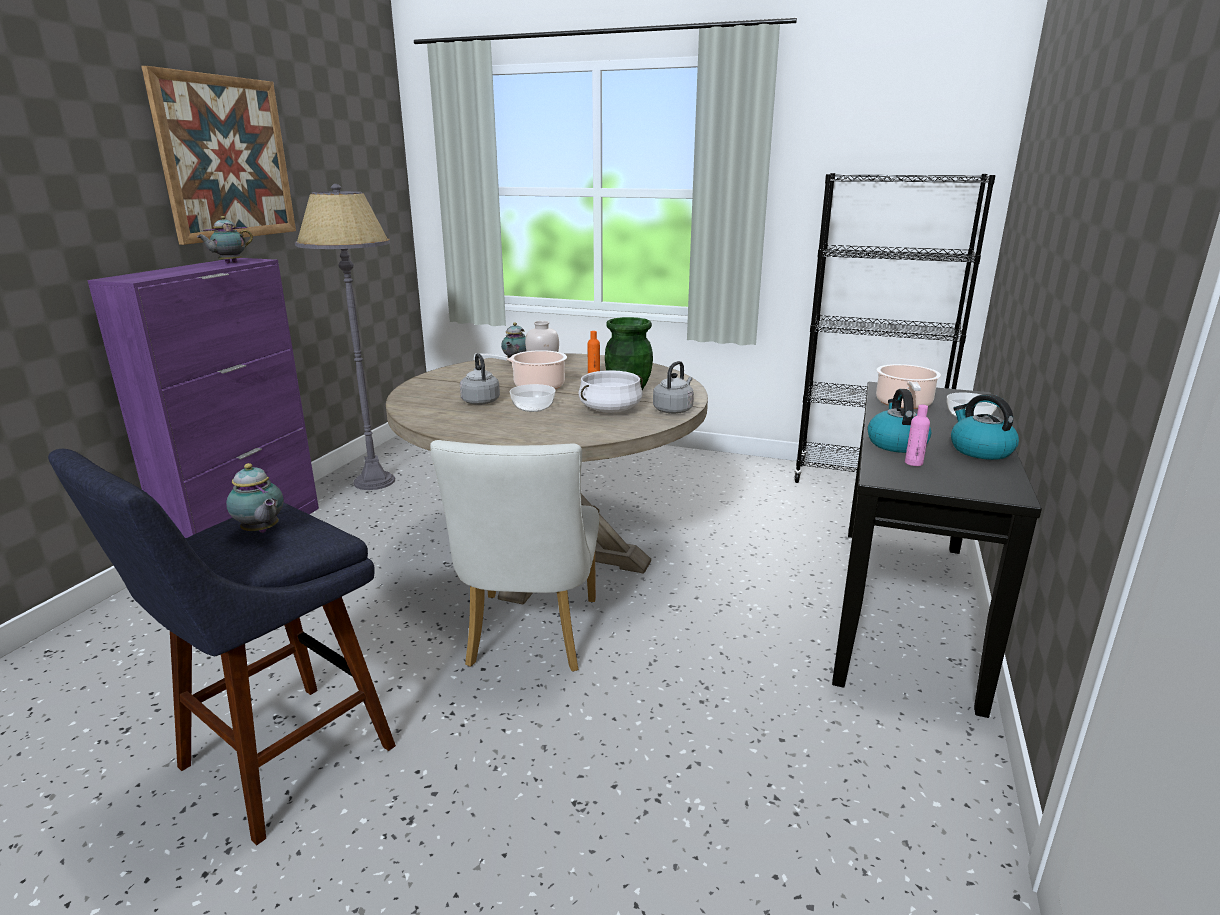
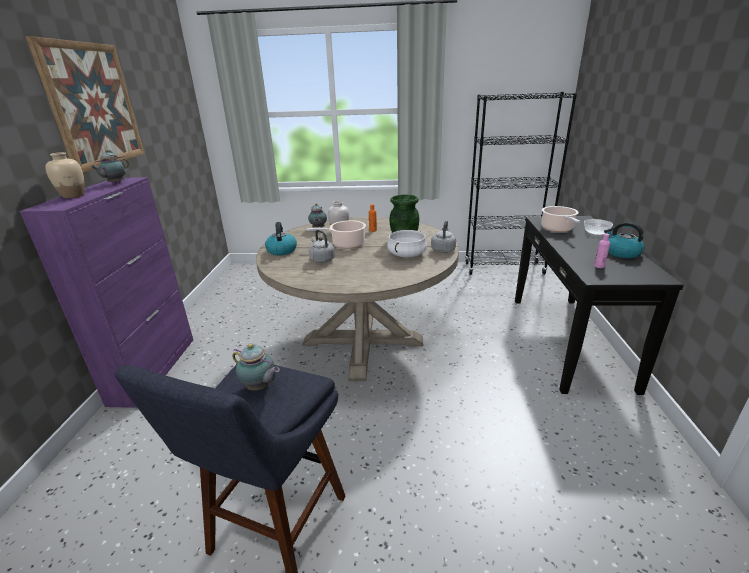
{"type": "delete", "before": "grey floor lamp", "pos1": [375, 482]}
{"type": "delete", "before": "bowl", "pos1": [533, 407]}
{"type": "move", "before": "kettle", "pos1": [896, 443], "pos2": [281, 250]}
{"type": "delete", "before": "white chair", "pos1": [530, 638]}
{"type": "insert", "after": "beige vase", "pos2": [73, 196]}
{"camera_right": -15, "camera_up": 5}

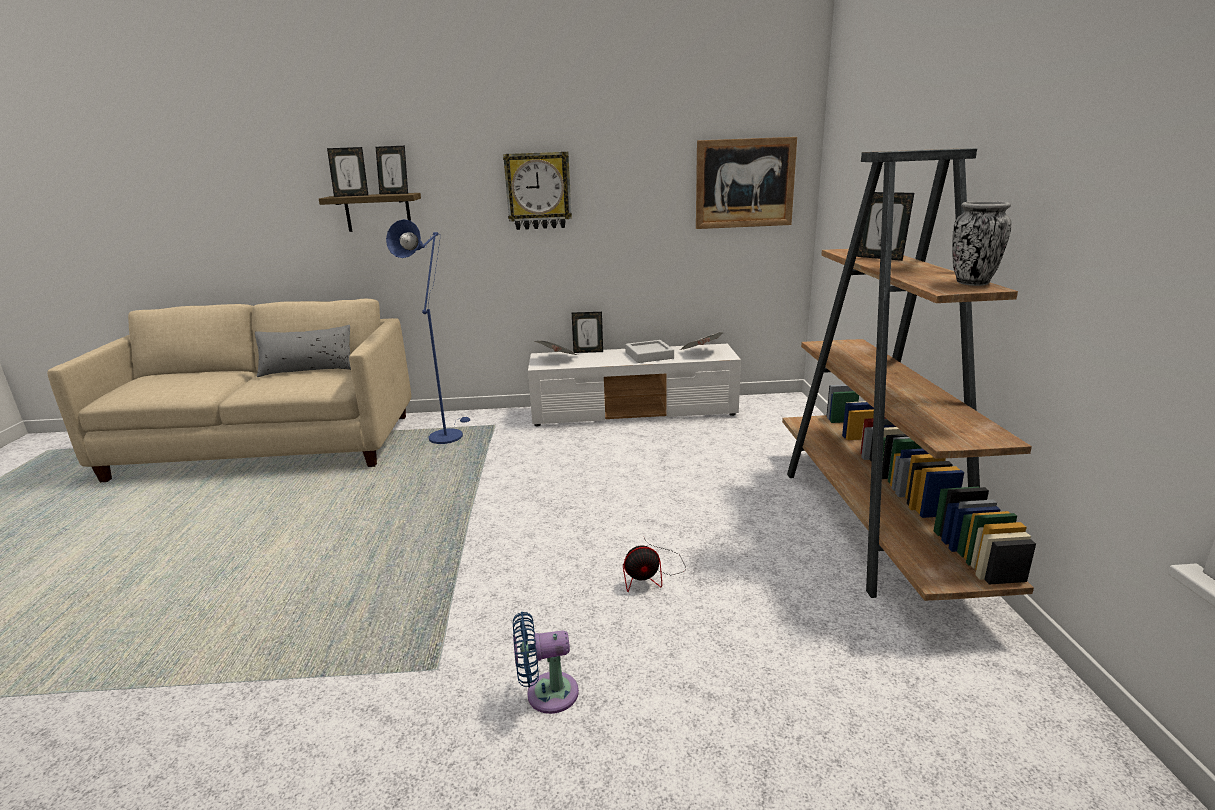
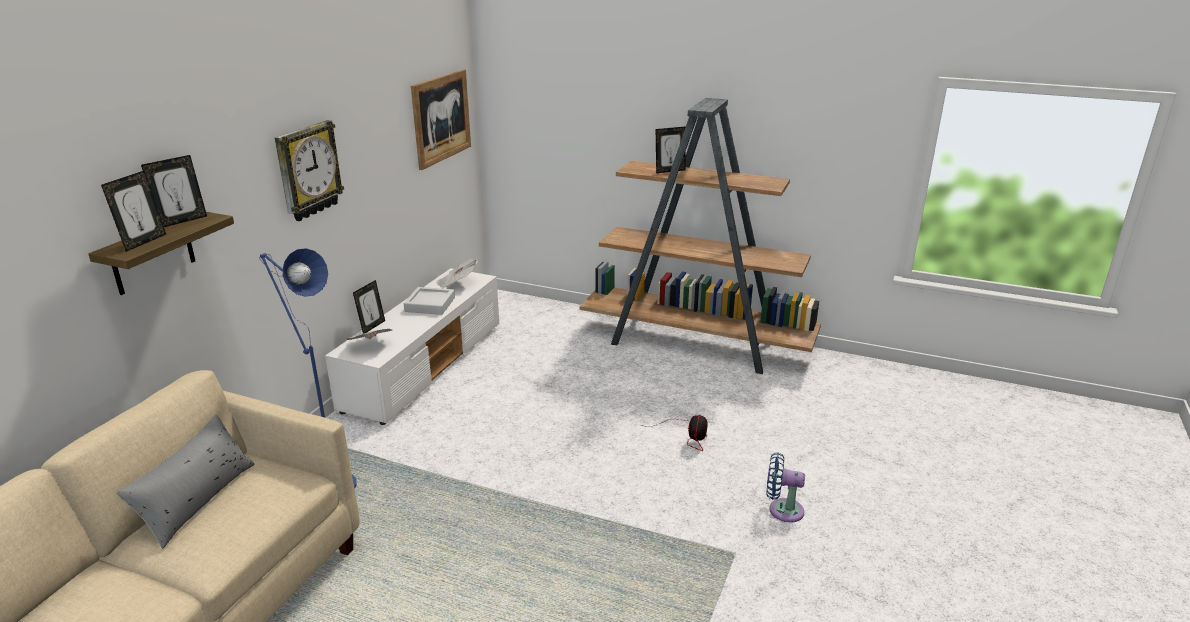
{"type": "delete", "before": "vase", "pos1": [971, 283]}
{"type": "rotate", "before": "blue fan", "pos1": [546, 694], "pos2": [782, 510], "turn": 90}
{"camera_right": -65, "camera_up": 5}

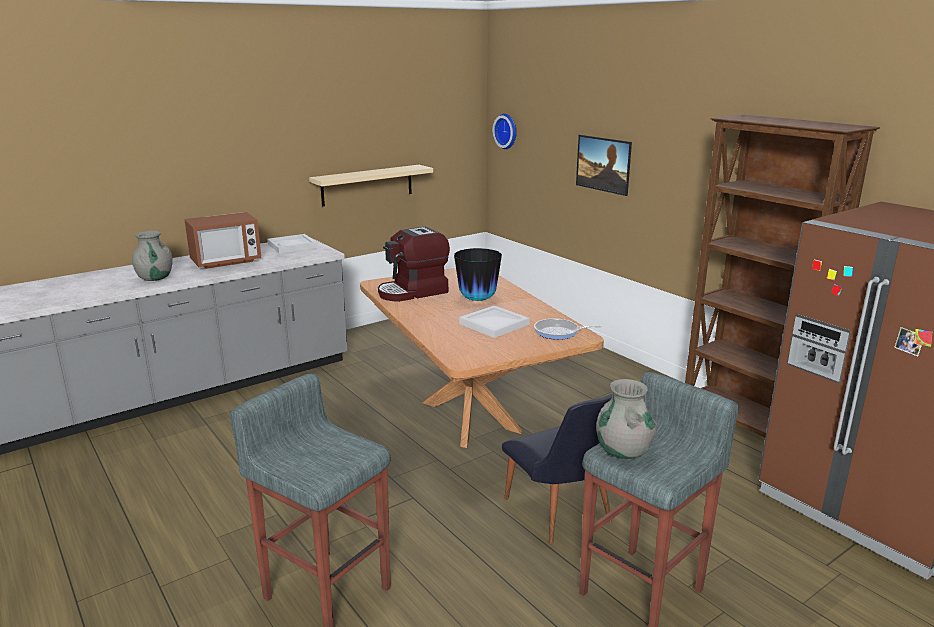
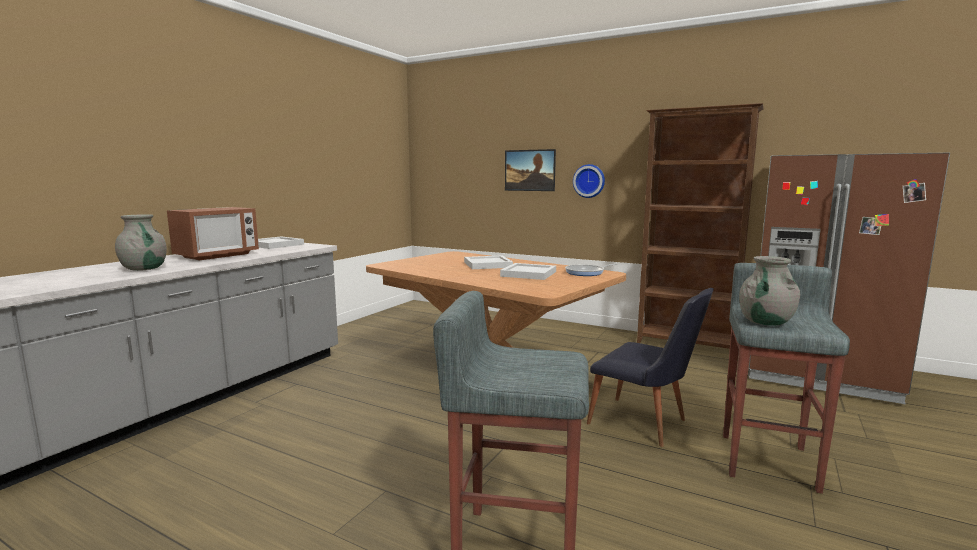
{"type": "move", "before": "wall clock", "pos1": [507, 131], "pos2": [589, 181]}
{"type": "delete", "before": "beige shelf", "pos1": [367, 185]}
{"type": "delete", "before": "coffee machine", "pos1": [413, 292]}
{"type": "replace", "before": "vase", "after": "white tray", "pos1": [477, 299], "pos2": [488, 265]}
{"camera_right": -25, "camera_up": -10}

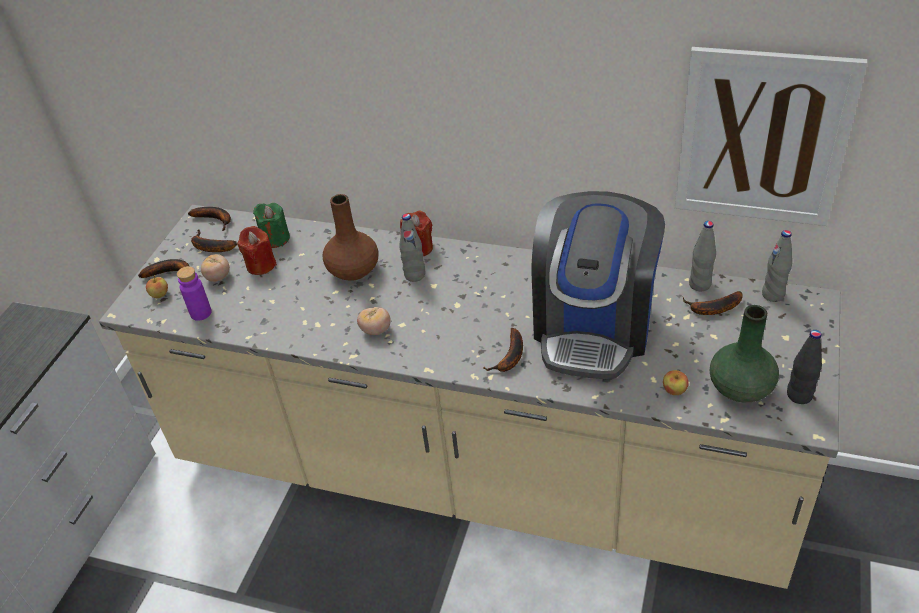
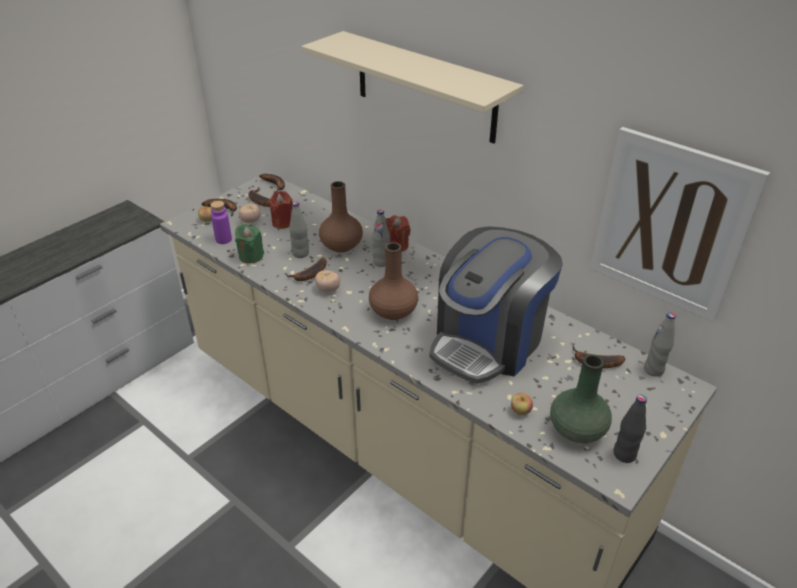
{"type": "move", "before": "green candle", "pos1": [275, 239], "pos2": [251, 256]}
{"type": "move", "before": "grey bottle", "pos1": [700, 284], "pos2": [300, 254]}
{"type": "move", "before": "banana", "pos1": [510, 357], "pos2": [309, 275]}
{"type": "insert", "after": "beige shelf", "pos2": [425, 87]}
{"type": "insert", "after": "brown vase", "pos2": [394, 311]}
{"camera_right": 20, "camera_up": -5}

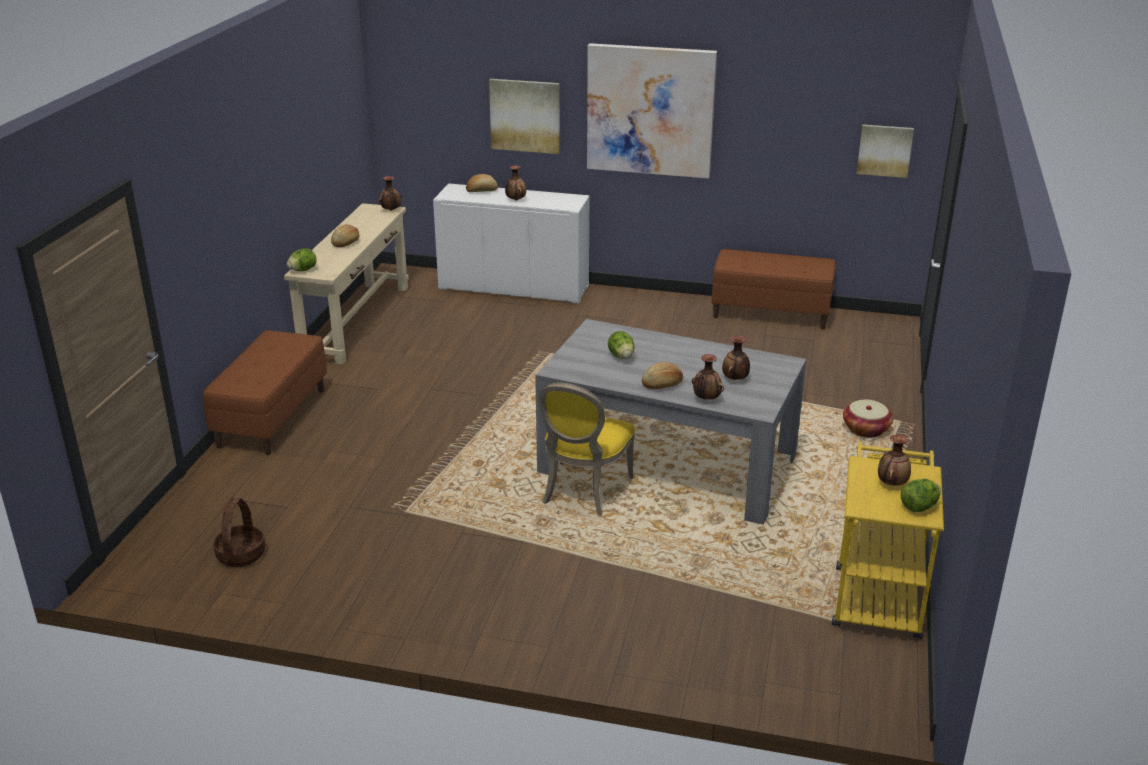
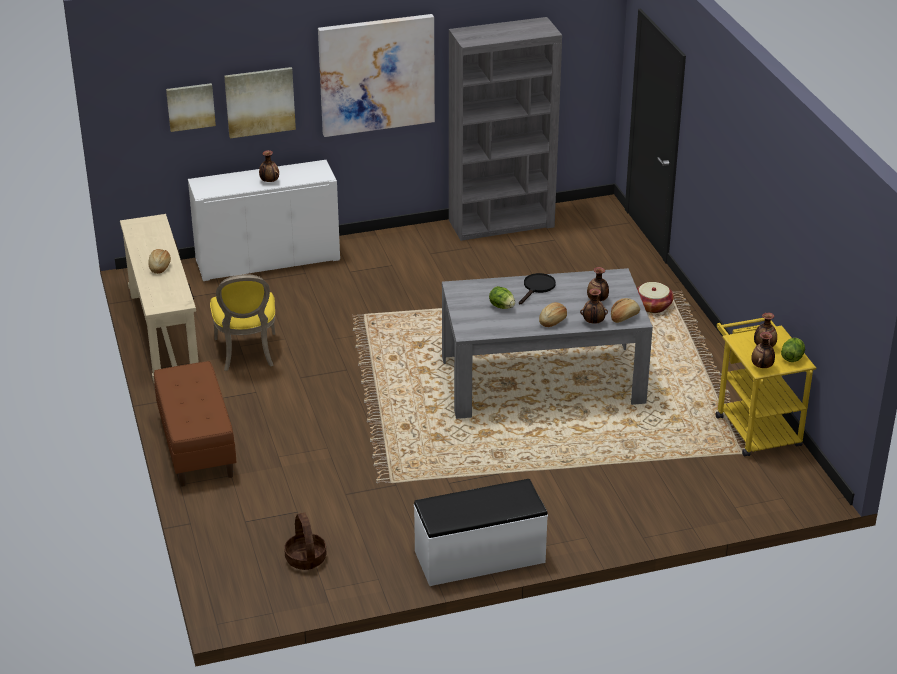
{"type": "move", "before": "picture", "pos1": [884, 150], "pos2": [190, 106]}
{"type": "move", "before": "bread", "pos1": [482, 191], "pos2": [624, 317]}
{"type": "move", "before": "vase", "pos1": [391, 210], "pos2": [762, 367]}
{"type": "delete", "before": "lettuce", "pos1": [303, 270]}
{"type": "replace", "before": "brown bench", "after": "grey bookcase", "pos1": [771, 313], "pos2": [501, 223]}
{"type": "move", "before": "yellow chair", "pos1": [583, 491], "pos2": [247, 353]}
{"type": "insert", "after": "black frying pan", "pos2": [537, 287]}
{"type": "insert", "after": "white bench", "pos2": [480, 557]}
{"camera_right": -30, "camera_up": 5}

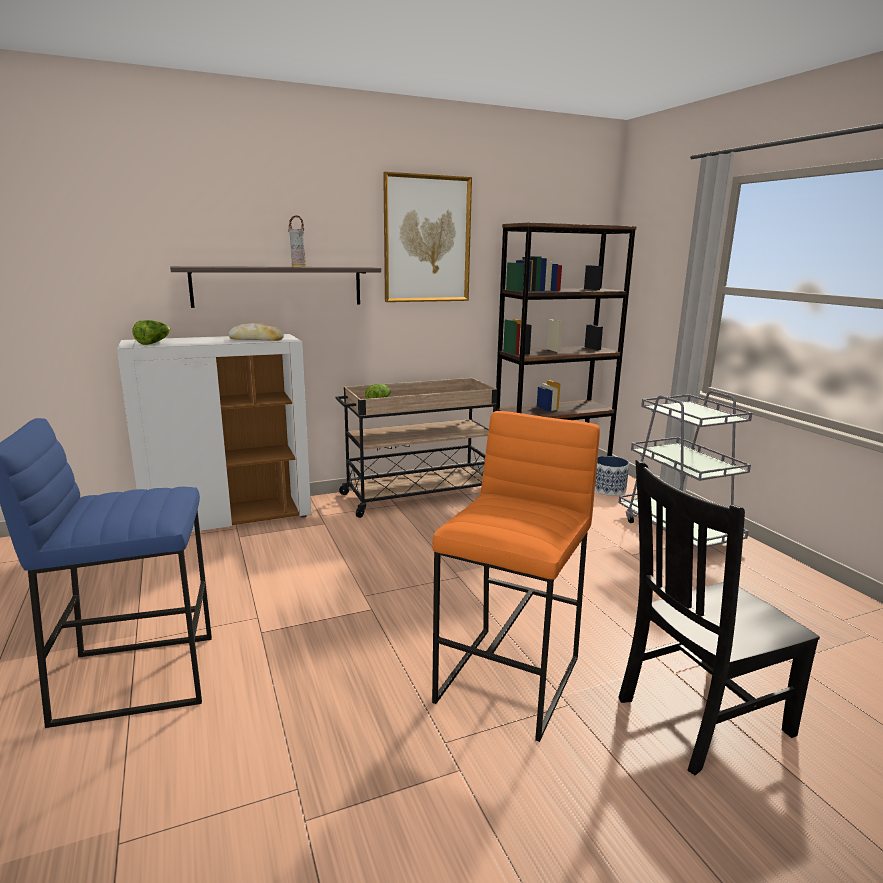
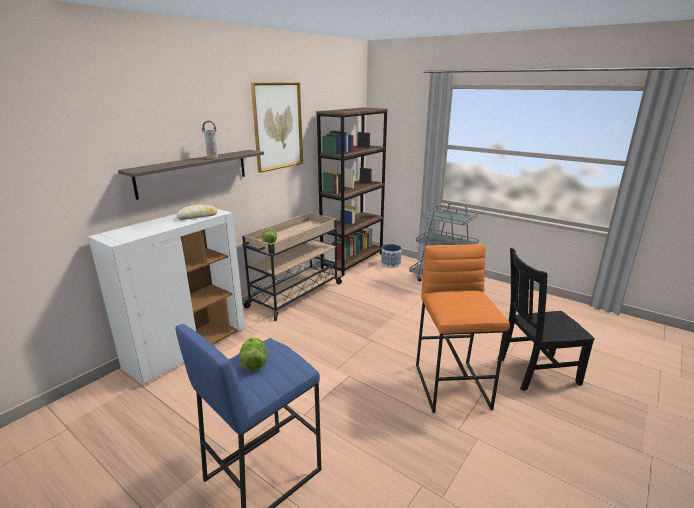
{"type": "move", "before": "lettuce", "pos1": [153, 343], "pos2": [253, 362]}
{"type": "rotate", "before": "black chair", "pos1": [699, 717], "pos2": [535, 371], "turn": 45}
{"camera_right": -30, "camera_up": 5}

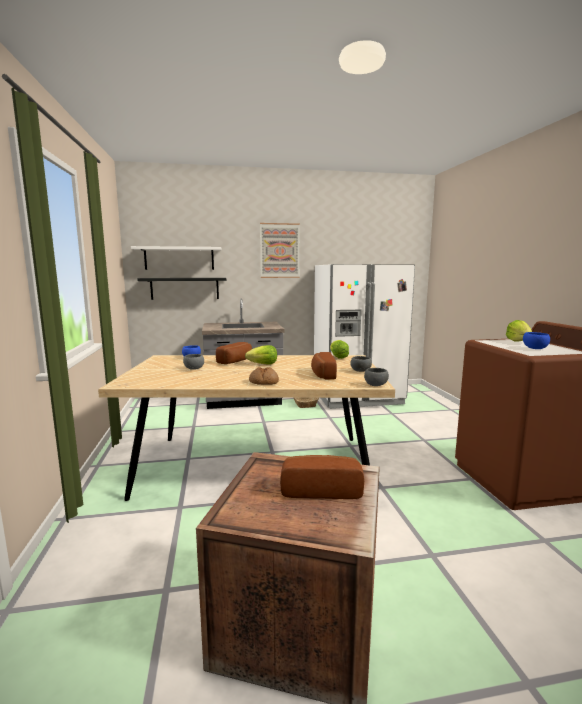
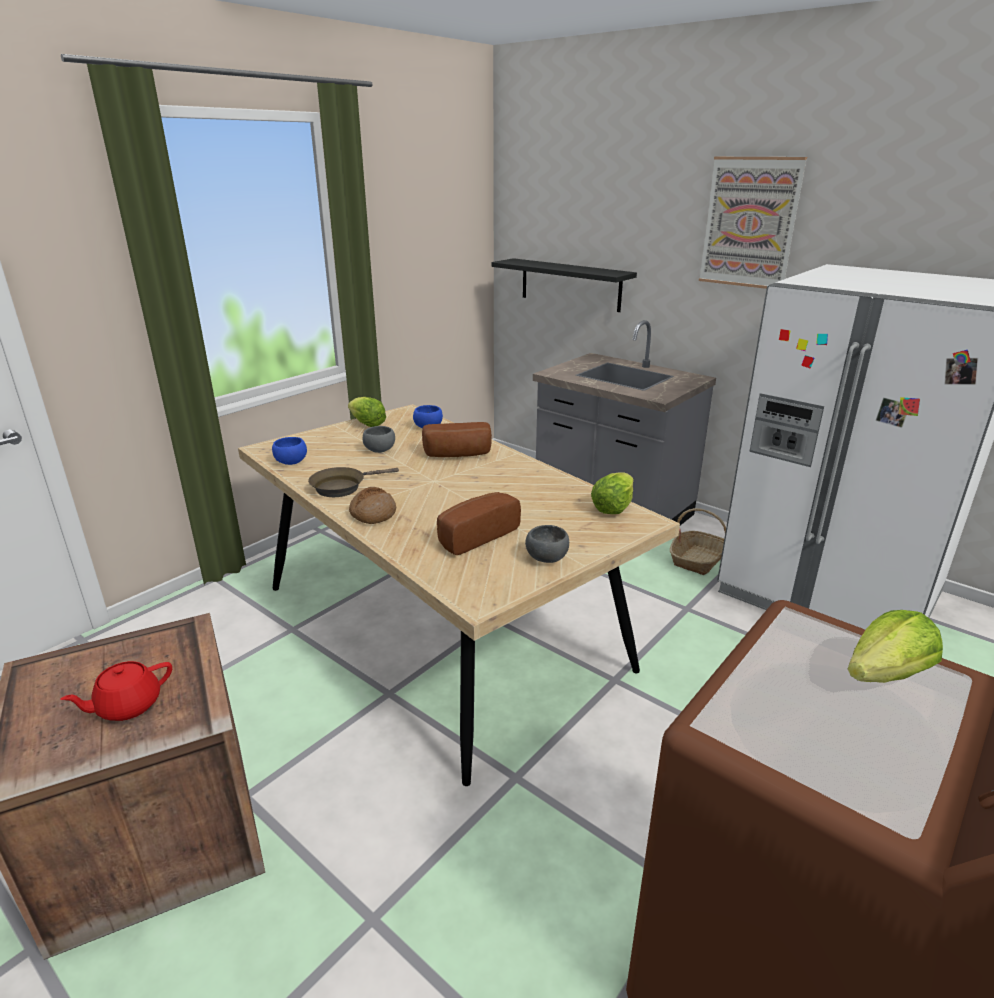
{"type": "delete", "before": "white shelf", "pos1": [179, 258]}
{"type": "move", "before": "blue bowl", "pos1": [534, 348], "pos2": [290, 462]}
{"type": "move", "before": "lettuce", "pos1": [263, 364], "pos2": [367, 424]}
{"type": "delete", "before": "grey bowl", "pos1": [376, 385]}
{"type": "replace", "before": "bread", "after": "red teapot", "pos1": [321, 489], "pos2": [127, 706]}
{"type": "insert", "after": "brown frying pan", "pos2": [342, 487]}
{"camera_right": 50, "camera_up": 15}

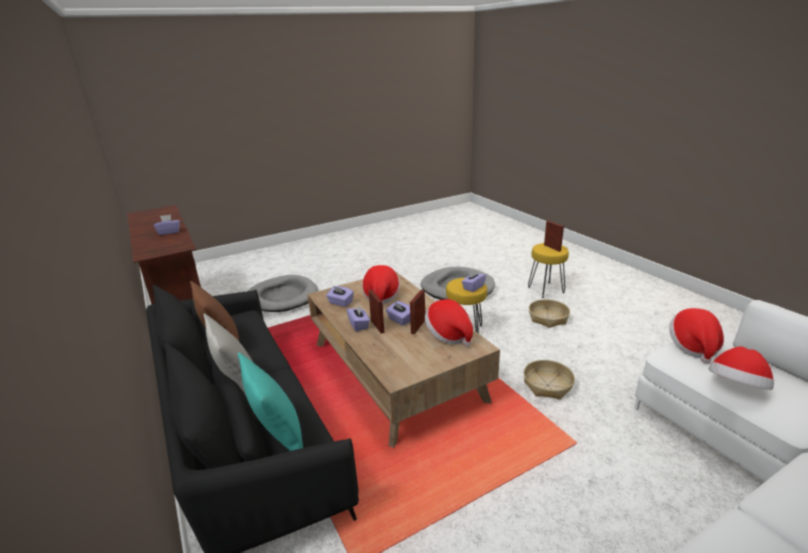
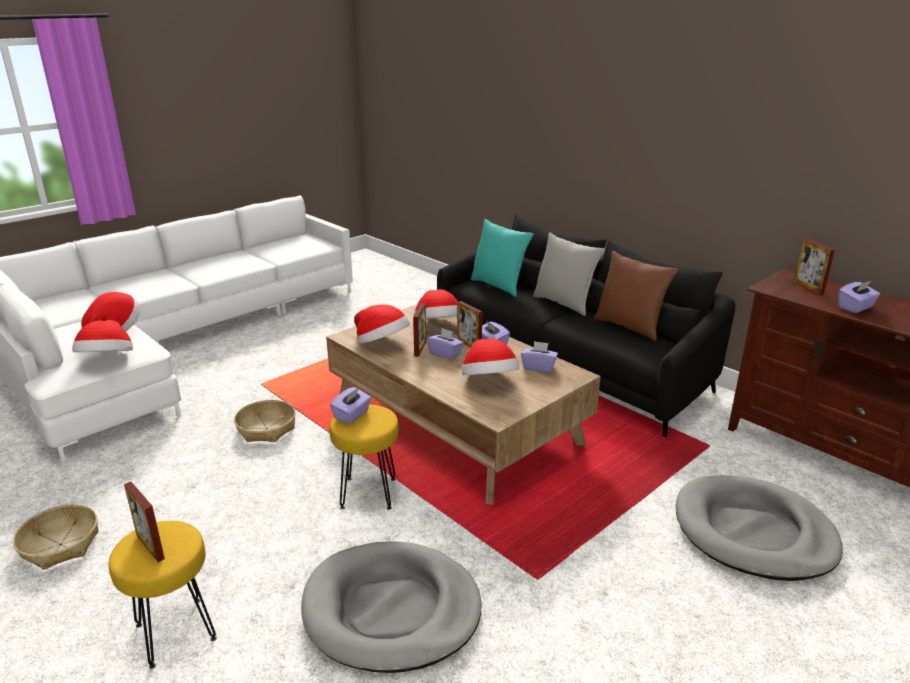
{"type": "move", "before": "basket", "pos1": [548, 318], "pos2": [60, 544]}
{"type": "insert", "after": "picture frame", "pos2": [808, 288]}
{"type": "insert", "after": "hat", "pos2": [438, 326]}
{"camera_right": 165, "camera_up": 0}

